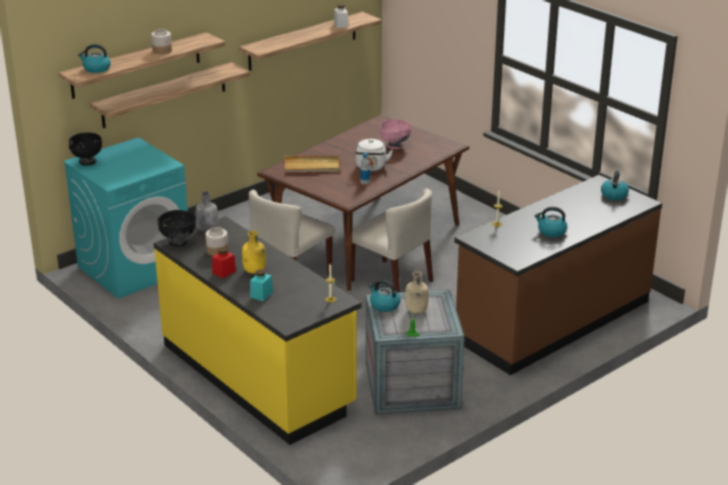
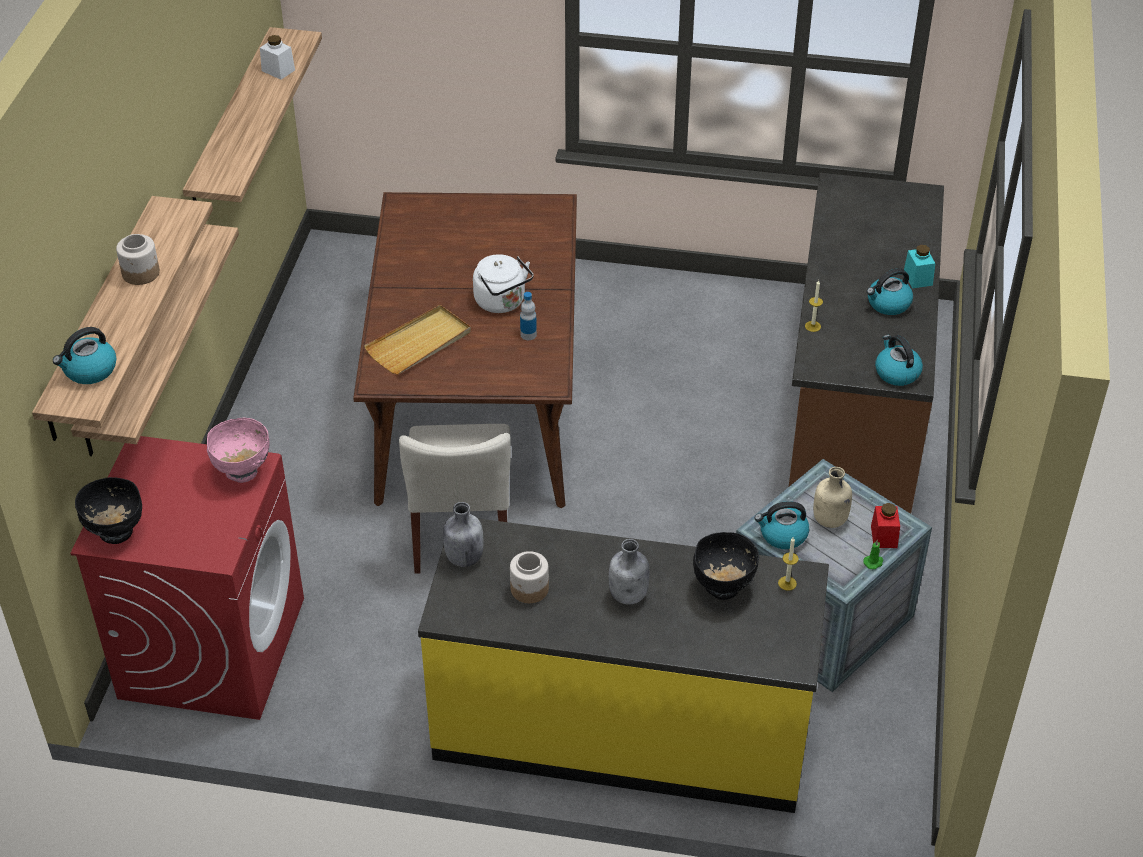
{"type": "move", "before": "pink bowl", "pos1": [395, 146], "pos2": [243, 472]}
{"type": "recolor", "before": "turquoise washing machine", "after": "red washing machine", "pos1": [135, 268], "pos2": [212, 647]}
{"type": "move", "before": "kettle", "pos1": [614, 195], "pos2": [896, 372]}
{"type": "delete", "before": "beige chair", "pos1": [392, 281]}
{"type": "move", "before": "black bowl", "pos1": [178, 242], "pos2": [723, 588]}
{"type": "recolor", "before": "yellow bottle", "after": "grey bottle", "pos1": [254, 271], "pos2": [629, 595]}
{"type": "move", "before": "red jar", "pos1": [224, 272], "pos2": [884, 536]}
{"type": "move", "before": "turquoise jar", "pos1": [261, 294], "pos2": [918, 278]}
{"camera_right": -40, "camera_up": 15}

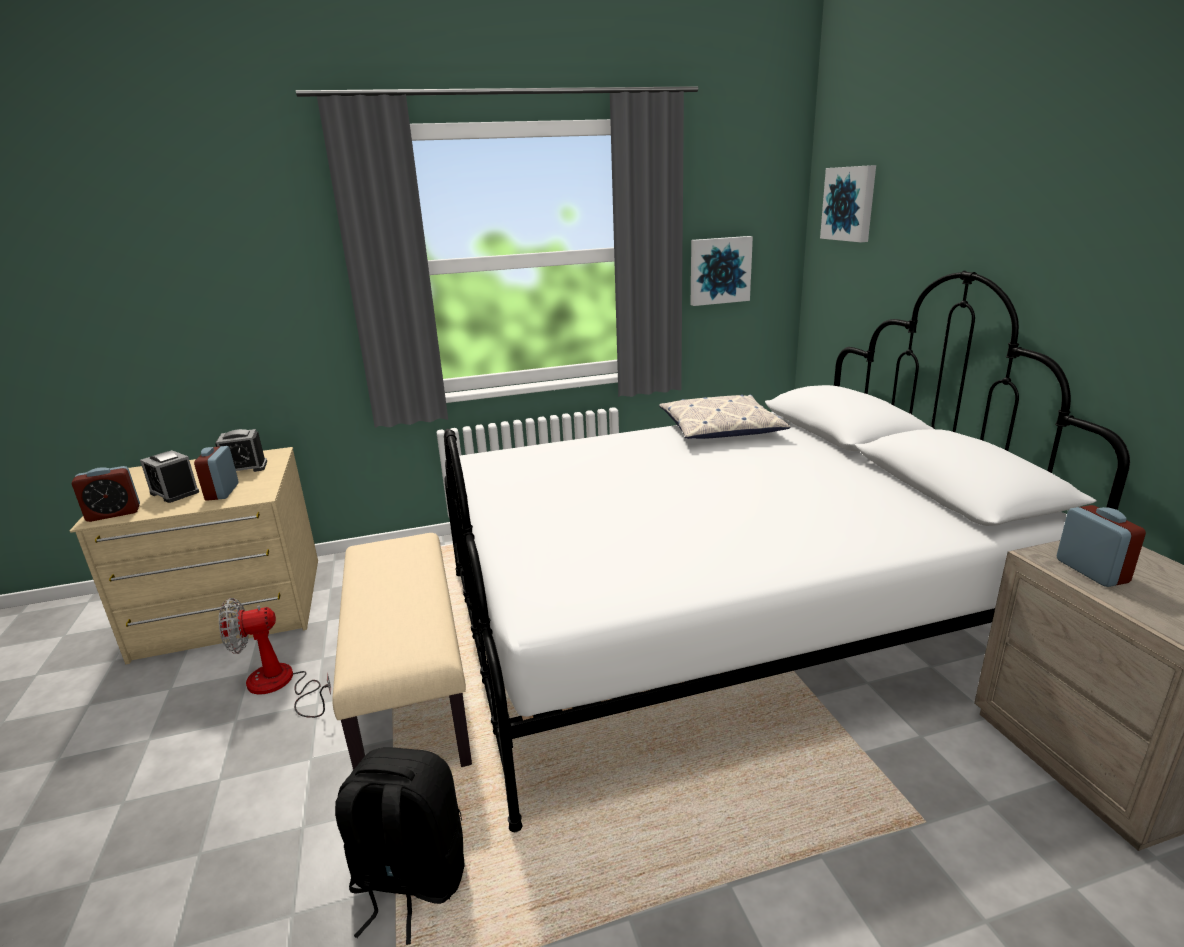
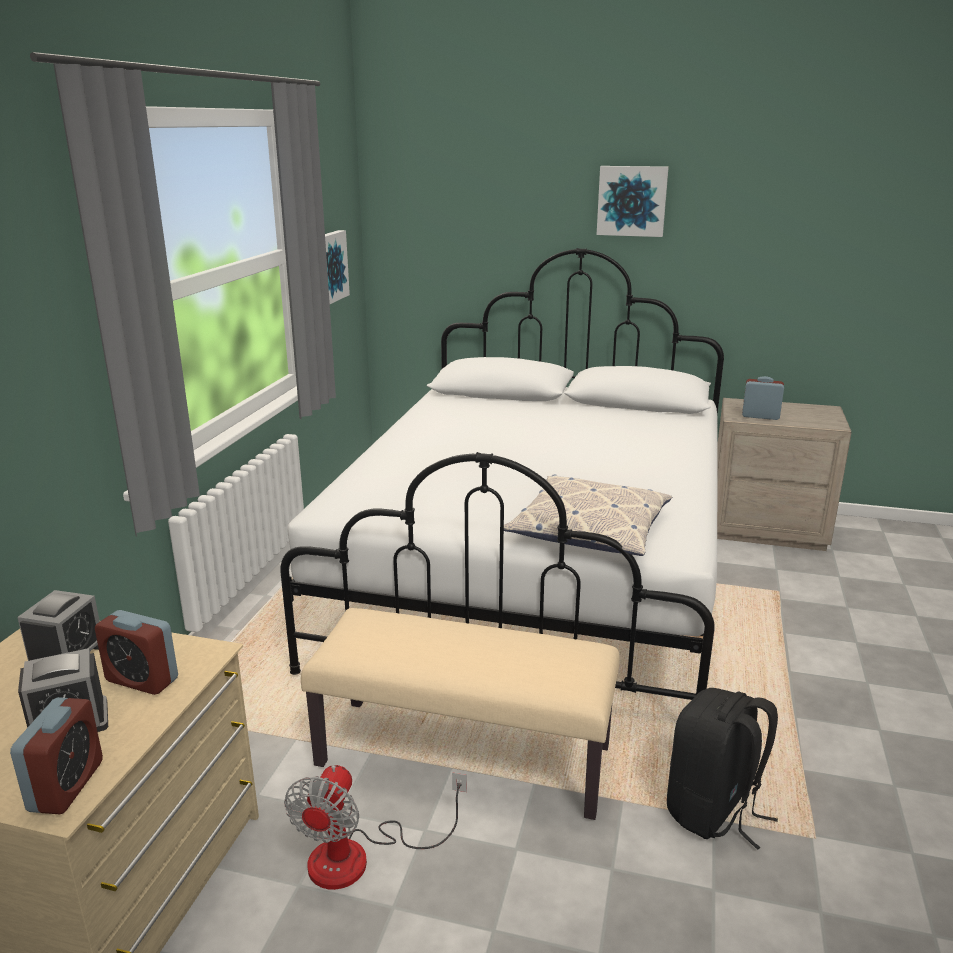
{"type": "move", "before": "picture", "pos1": [850, 203], "pos2": [632, 201]}
{"type": "move", "before": "pillow", "pos1": [720, 429], "pos2": [589, 529]}
{"camera_right": -60, "camera_up": 0}

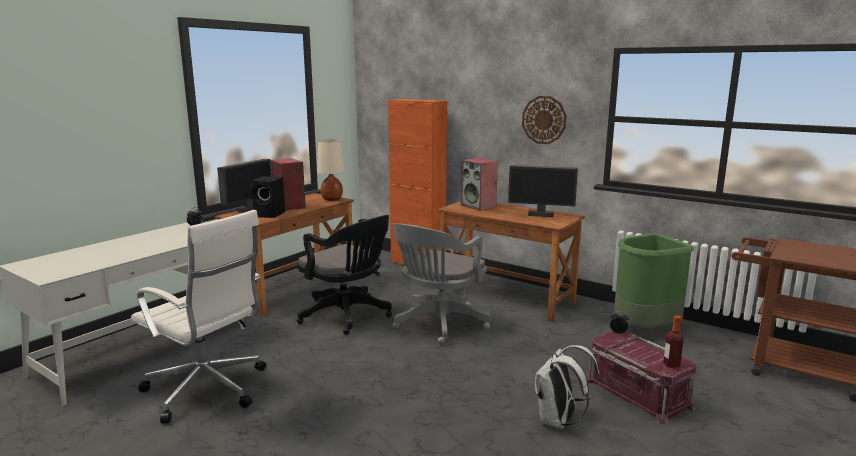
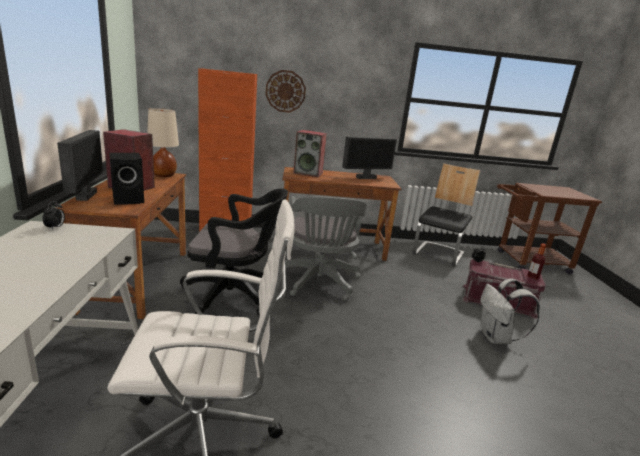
{"type": "move", "before": "wall clock", "pos1": [544, 120], "pos2": [285, 91]}
{"type": "replace", "before": "green trash can", "after": "chair", "pos1": [644, 329], "pos2": [439, 254]}
{"camera_right": -40, "camera_up": 5}

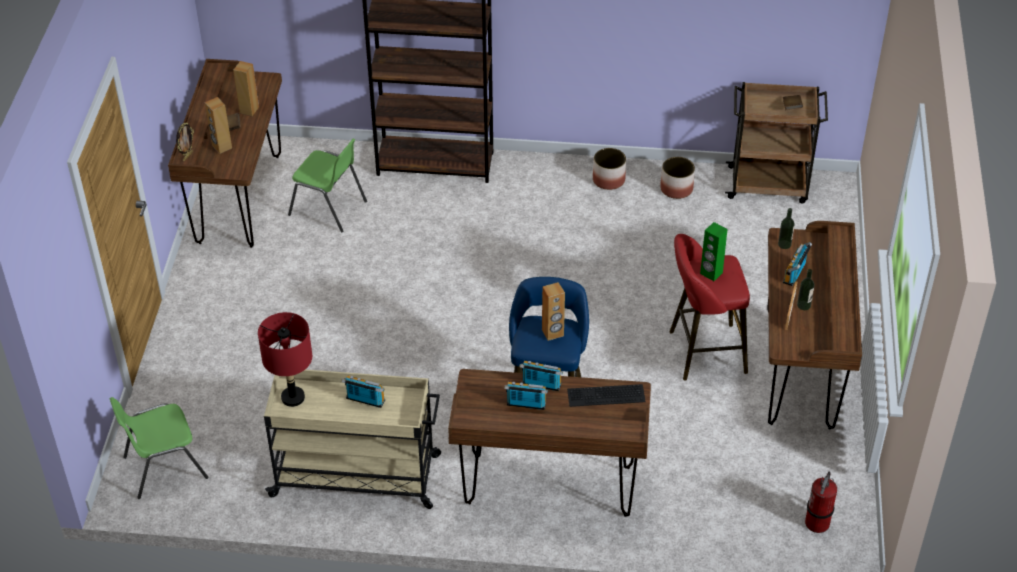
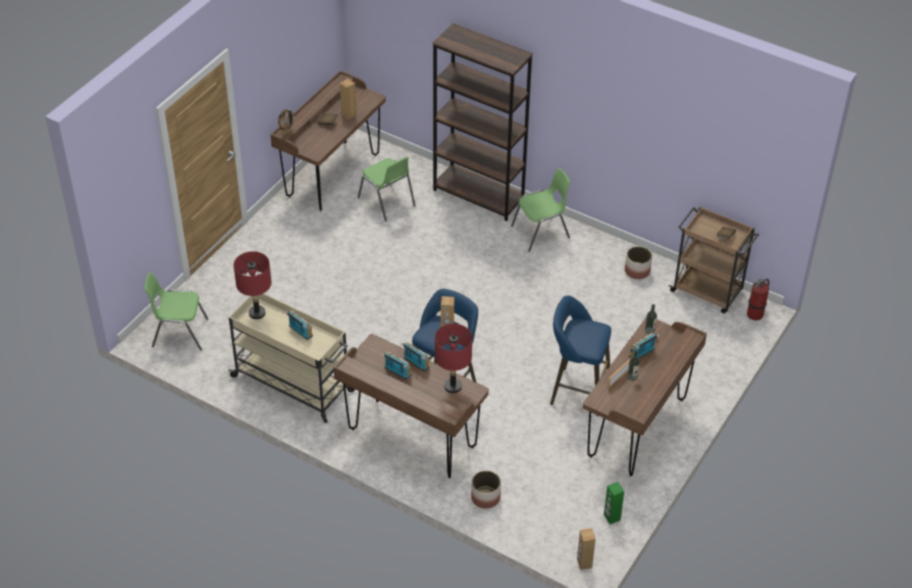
{"type": "move", "before": "brown speaker", "pos1": [221, 147], "pos2": [584, 563]}
{"type": "move", "before": "planter", "pos1": [609, 180], "pos2": [485, 497]}
{"type": "move", "before": "green speaker", "pos1": [711, 273], "pos2": [611, 517]}
{"type": "recolor", "before": "red stool", "after": "blue stool", "pos1": [702, 352], "pos2": [576, 391]}
{"type": "replace", "before": "keyboard", "after": "red table lamp", "pos1": [605, 396], "pos2": [452, 386]}
{"type": "move", "before": "fire extinguisher", "pos1": [817, 522], "pos2": [755, 314]}
{"type": "insert", "after": "green chair", "pos2": [541, 232]}
{"camera_right": 25, "camera_up": 0}

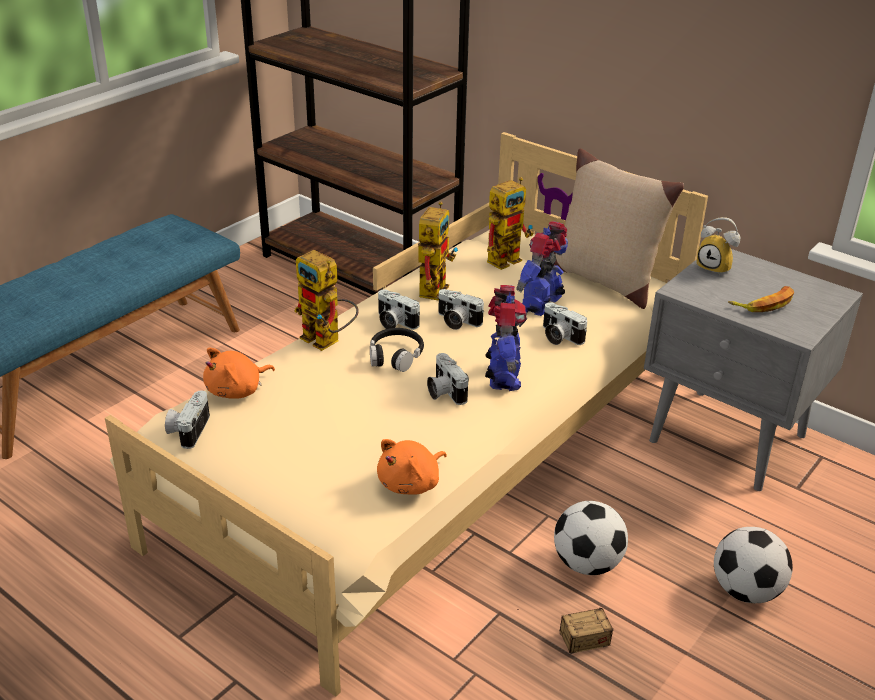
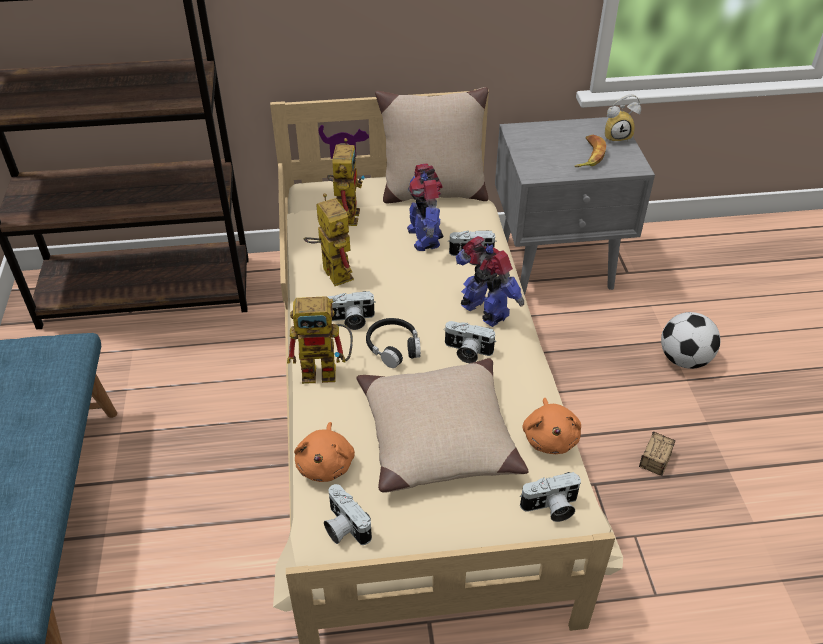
{"type": "move", "before": "alarm clock", "pos1": [716, 268], "pos2": [617, 136]}
{"type": "move", "before": "photo camera", "pos1": [456, 321], "pos2": [551, 508]}
{"type": "delete", "before": "football", "pos1": [587, 563]}
{"type": "insert", "after": "beige pillow", "pos2": [437, 436]}
{"camera_right": -45, "camera_up": 10}

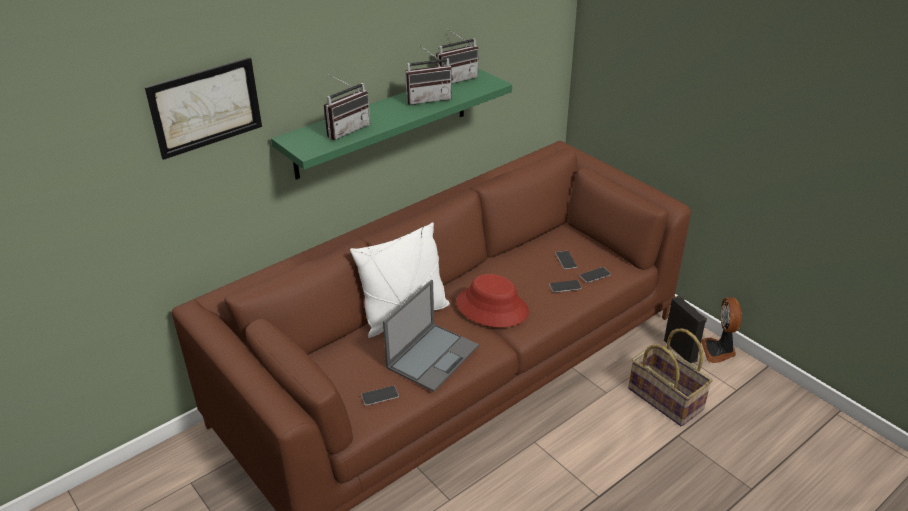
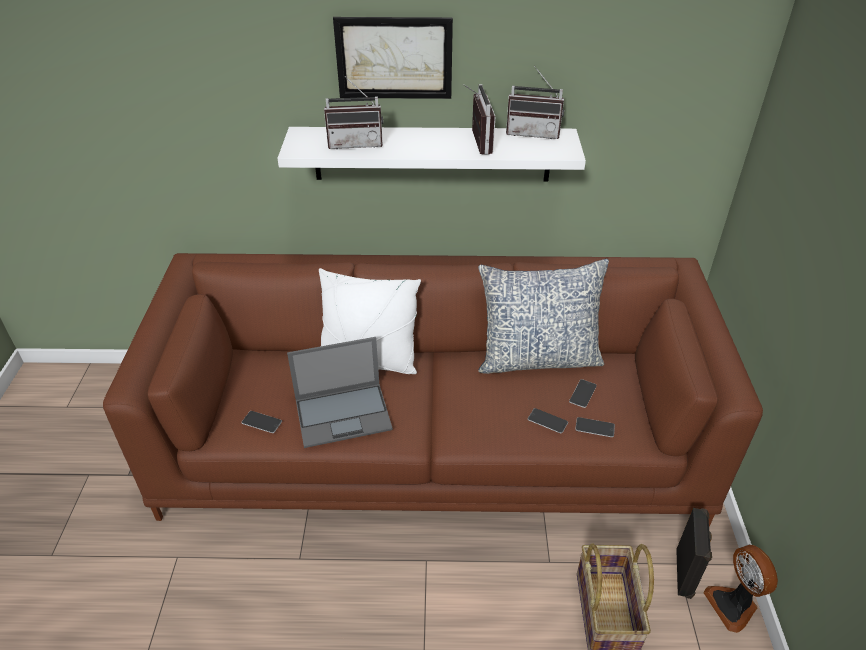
{"type": "rotate", "before": "radio", "pos1": [428, 99], "pos2": [475, 143], "turn": -120}
{"type": "move", "before": "picture", "pos1": [206, 107], "pos2": [394, 58]}
{"type": "recolor", "before": "green shelf", "after": "white shelf", "pos1": [383, 122], "pos2": [432, 154]}
{"type": "delete", "before": "red hat", "pos1": [492, 307]}
{"type": "rotate", "before": "fan", "pos1": [719, 351], "pos2": [733, 605], "turn": -60}
{"type": "insert", "after": "pillow", "pos2": [538, 358]}
{"camera_right": 40, "camera_up": 5}

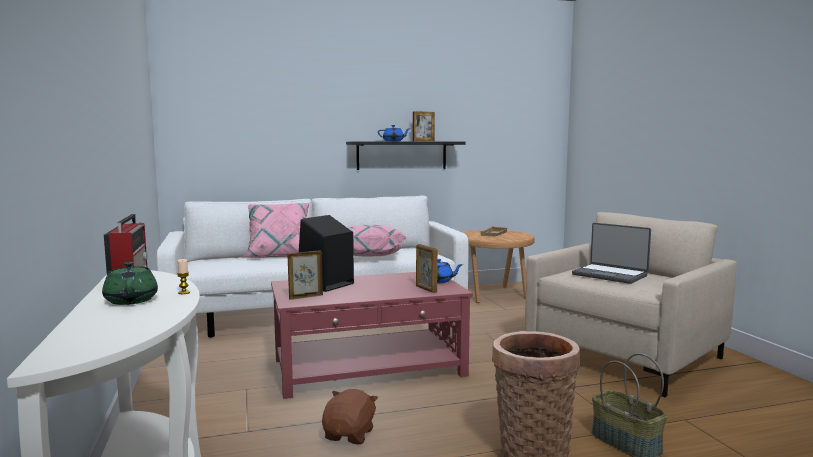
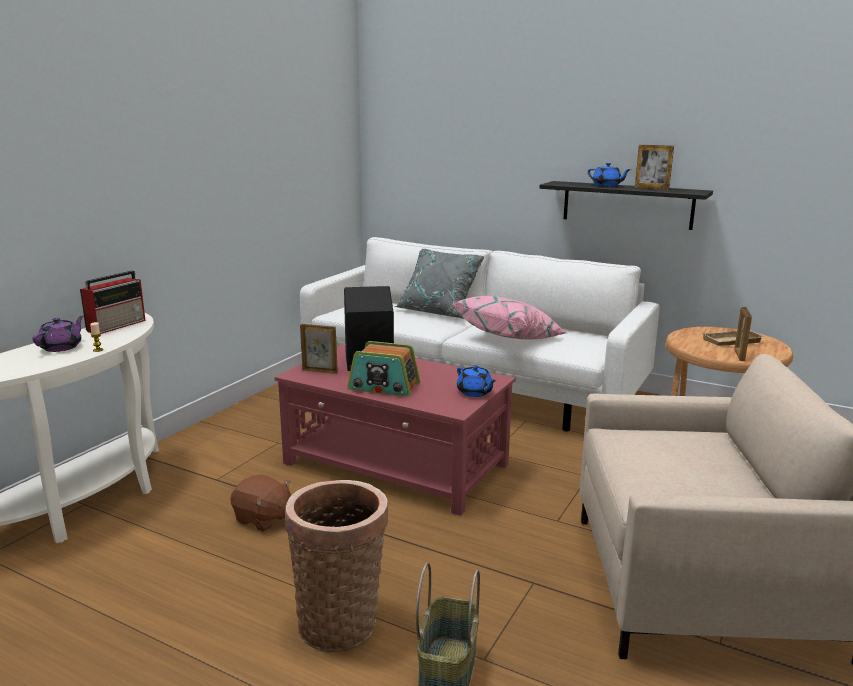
{"type": "recolor", "before": "pink pillow", "after": "grey pillow", "pos1": [279, 255], "pos2": [439, 312]}
{"type": "delete", "before": "laptop", "pos1": [610, 275]}
{"type": "move", "before": "picture frame", "pos1": [426, 289], "pos2": [739, 355]}
{"type": "recolor", "before": "green teapot", "after": "purple teapot", "pos1": [131, 300], "pos2": [62, 347]}
{"type": "rotate", "before": "brown plush toy", "pos1": [350, 435], "pos2": [263, 519], "turn": 60}
{"type": "insert", "after": "radio", "pos2": [384, 387]}
{"camera_right": 45, "camera_up": 10}

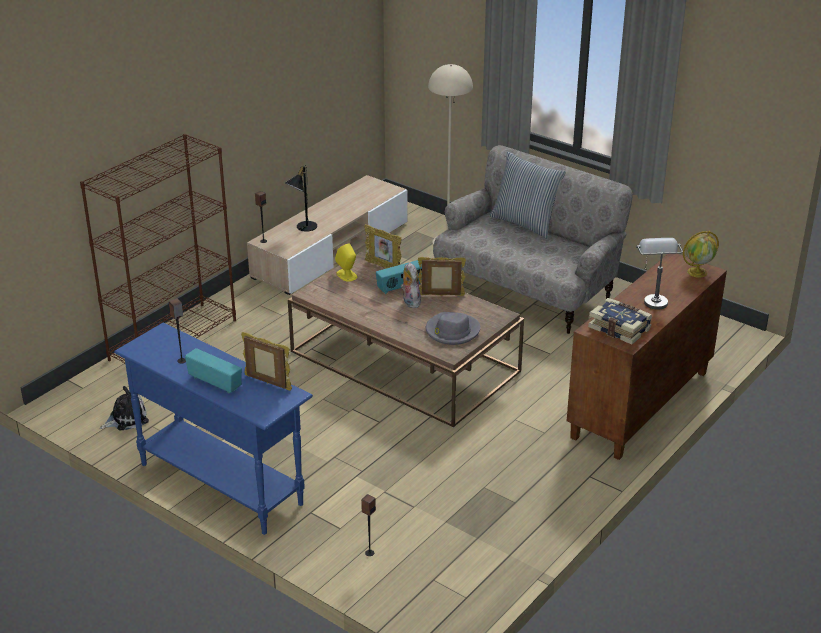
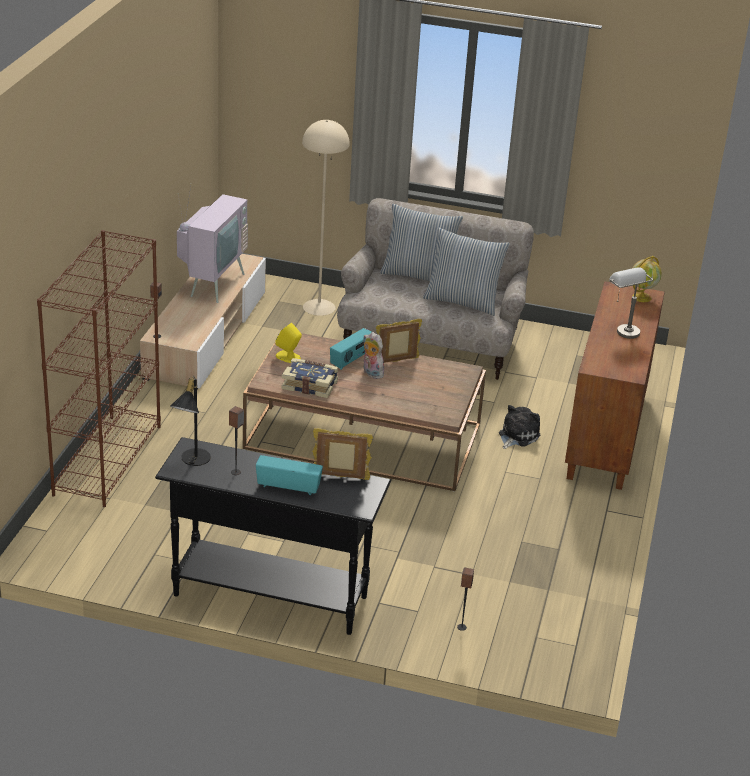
{"type": "move", "before": "black table lamp", "pos1": [303, 227], "pos2": [191, 460]}
{"type": "delete", "before": "picture frame", "pos1": [383, 267]}
{"type": "move", "before": "book", "pos1": [620, 328], "pos2": [310, 385]}
{"type": "delete", "before": "grey hat", "pos1": [452, 331]}
{"type": "recolor", "before": "blue console table", "after": "black console table", "pos1": [221, 483], "pos2": [269, 595]}
{"type": "move", "before": "plush toy", "pos1": [126, 418], "pos2": [517, 436]}
{"type": "insert", "after": "television", "pos2": [212, 283]}
{"type": "insert", "after": "pillow", "pos2": [462, 301]}
{"camera_right": -25, "camera_up": 0}

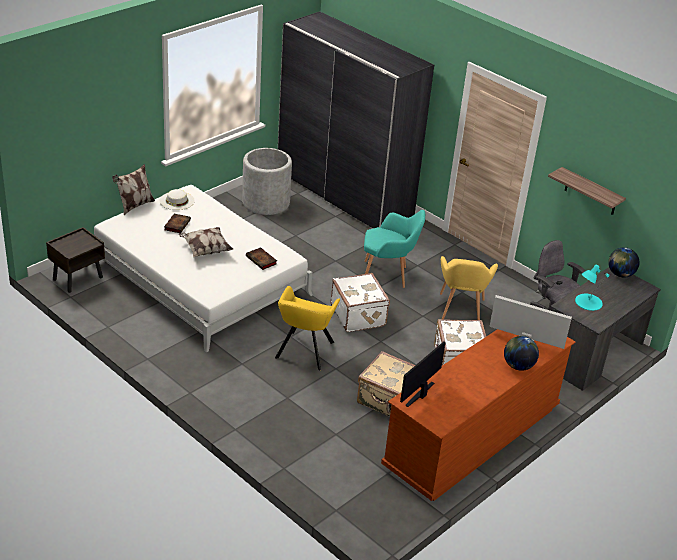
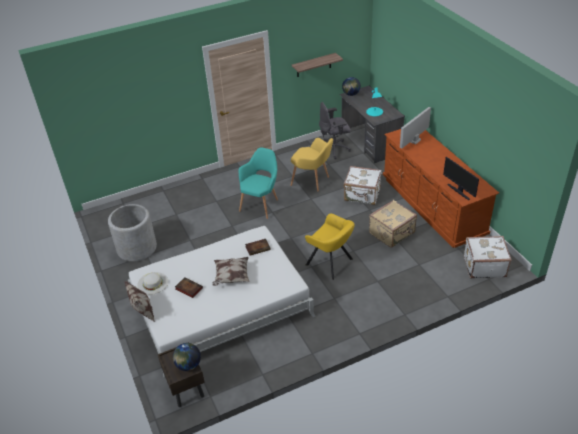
{"type": "delete", "before": "grey wardrobe", "pos1": [343, 193]}
{"type": "move", "before": "white suitcase", "pos1": [359, 315], "pos2": [484, 266]}
{"type": "move", "before": "globe", "pos1": [518, 366], "pos2": [188, 365]}
{"camera_right": -65, "camera_up": 5}

